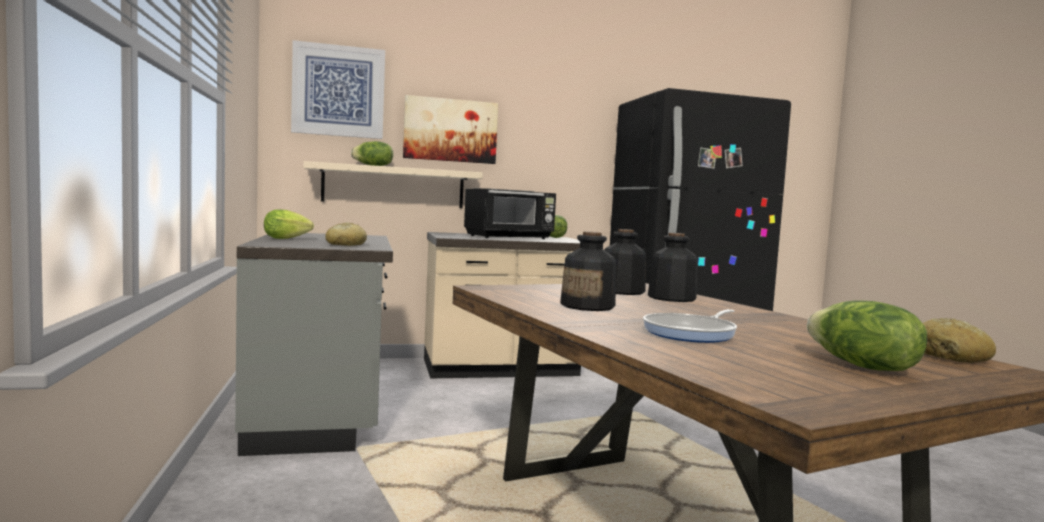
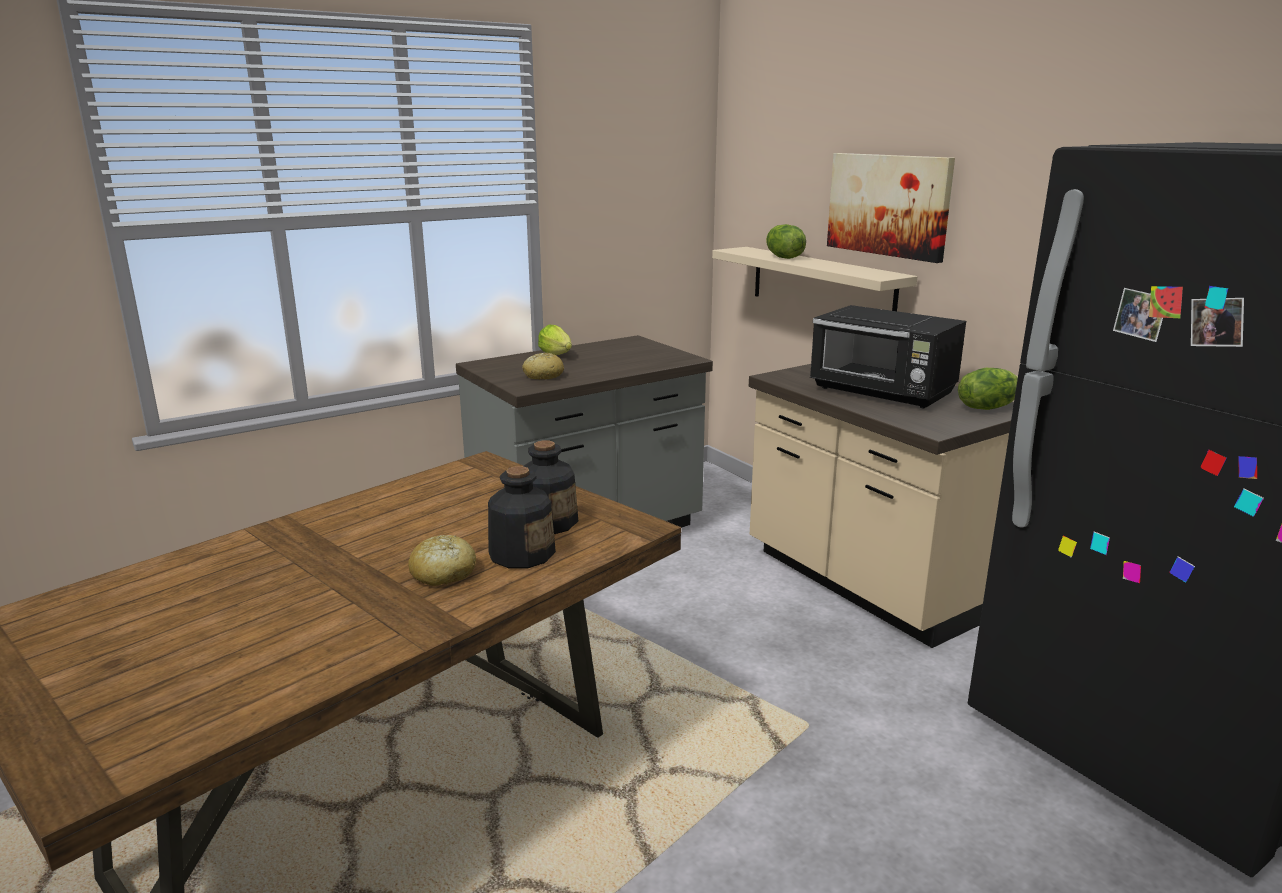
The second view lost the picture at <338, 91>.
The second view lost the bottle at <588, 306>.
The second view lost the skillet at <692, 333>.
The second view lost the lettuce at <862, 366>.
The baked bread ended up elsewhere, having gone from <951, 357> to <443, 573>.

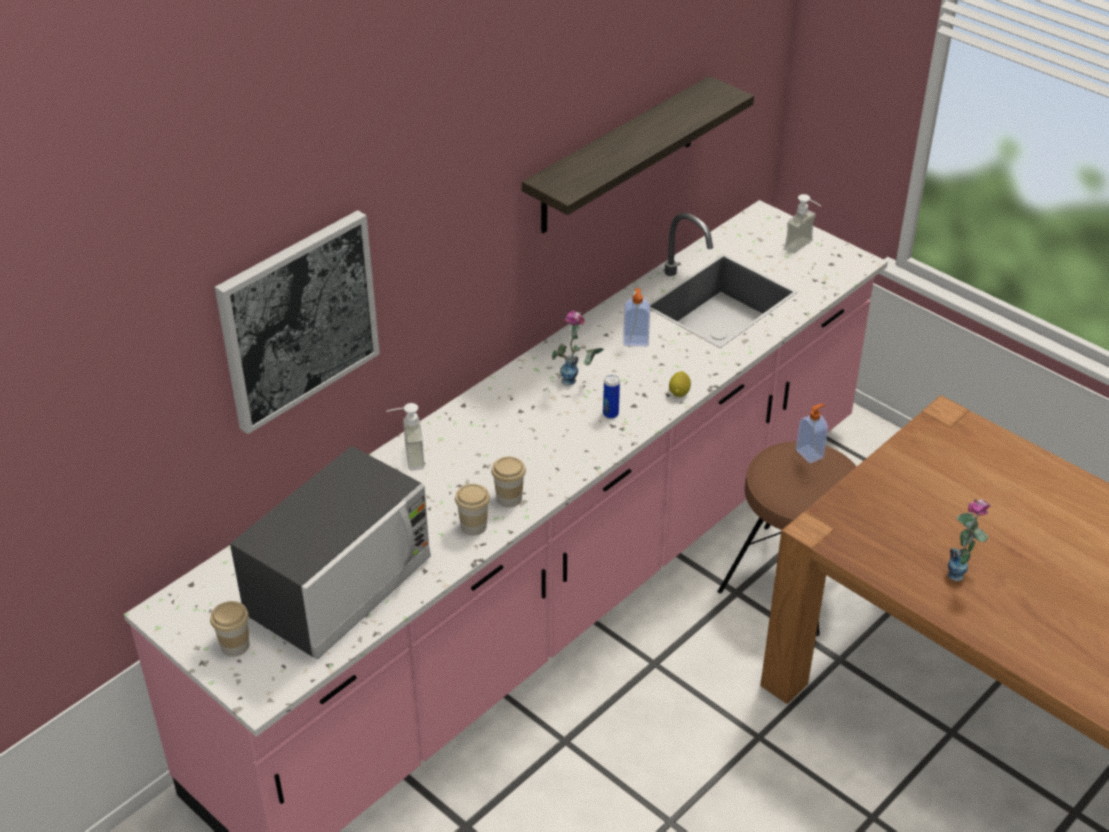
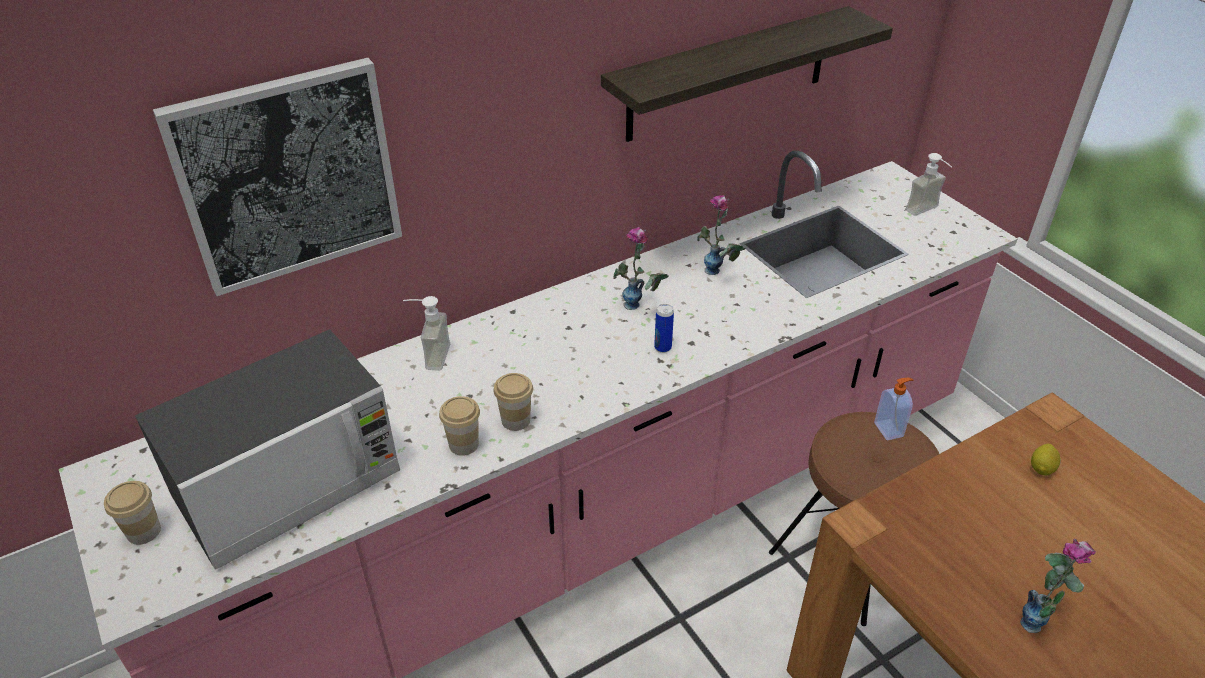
The citrus fruit ended up elsewhere, having gone from <679, 392> to <1042, 468>.
Where the soap dispenser stood at <635, 341>, the decorative vase came to stand at <717, 277>.

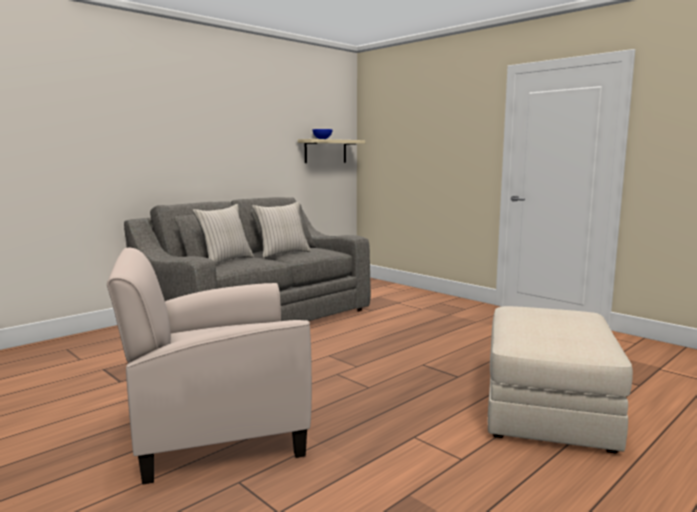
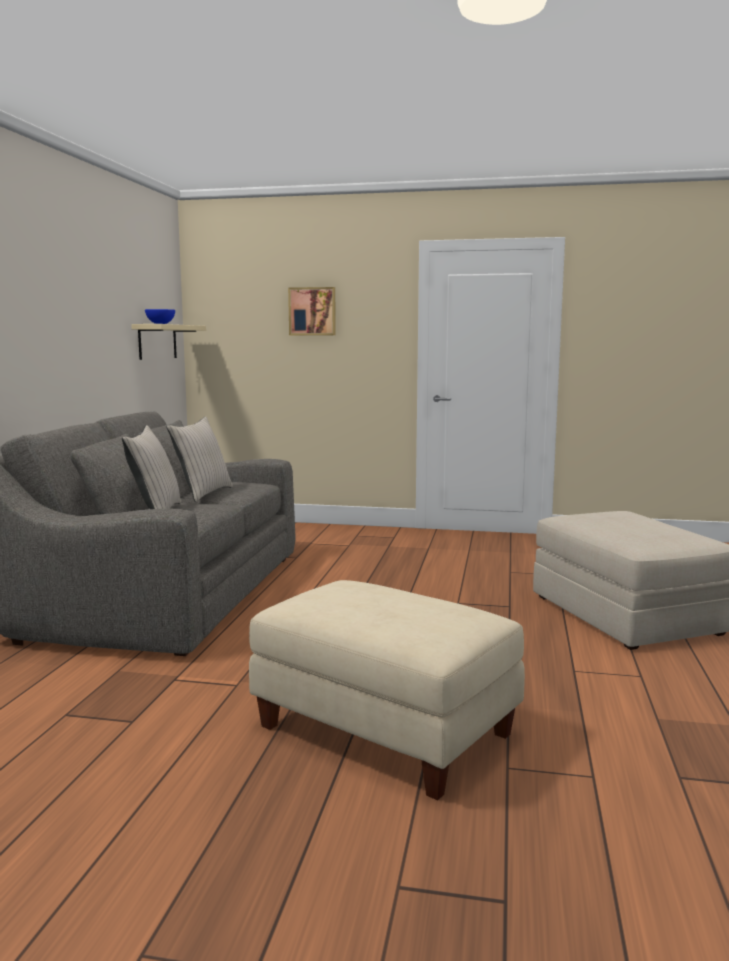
The second view gained the picture at <312, 311>.
Where the sand-coloured easy chair stood at <216, 430>, the sand-coloured pouffe came to stand at <382, 730>.

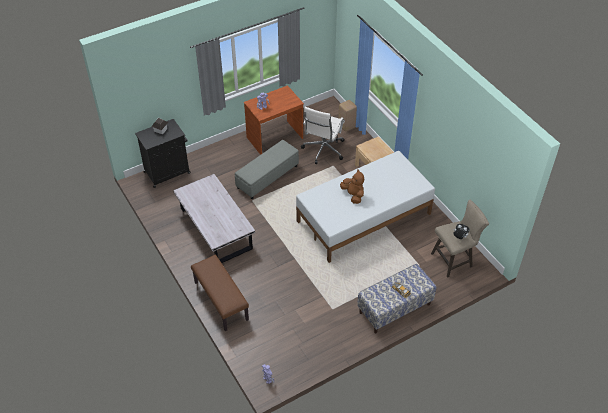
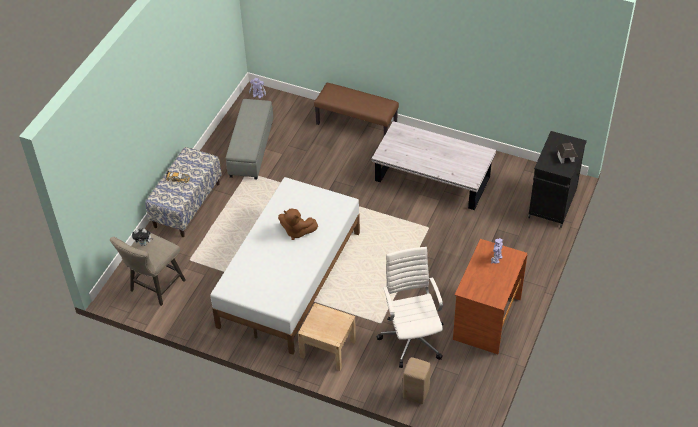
The gray pouffe ended up elsewhere, having gone from <267, 177> to <252, 149>.

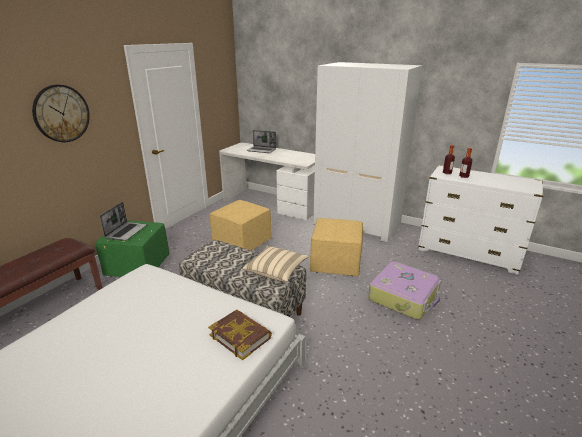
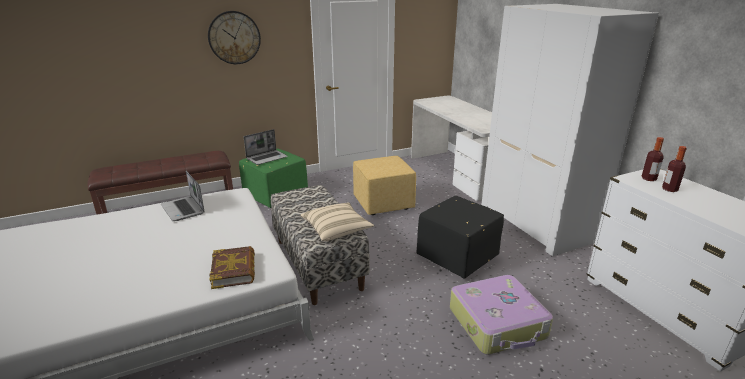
The portable computer ended up elsewhere, having gone from <262, 150> to <183, 209>.
What was the yellow-coloured pouffe at <336, 264> turned into the blackish pouffe at <458, 258>.

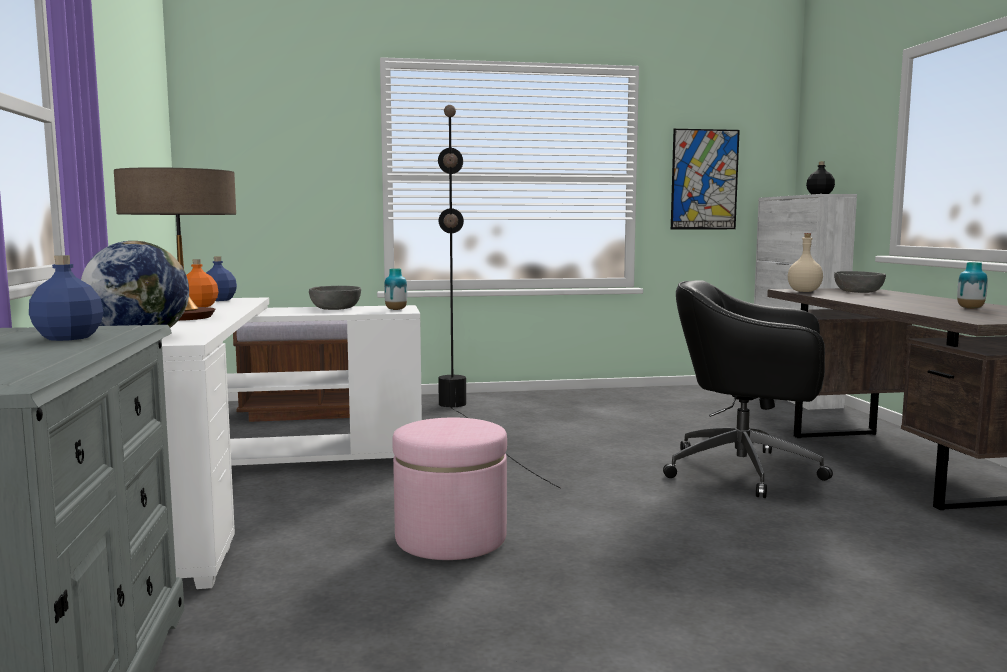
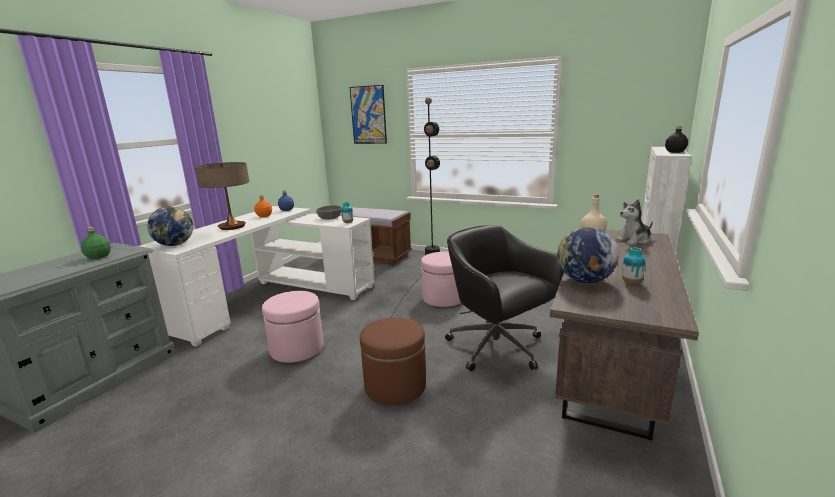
The second view gained the brown-coloured pouffe at <395, 386>.
The second view gained the pink-coloured pouffe at <443, 298>.
The second view gained the desk globe at <584, 281>.
The picture ended up elsewhere, having gone from <704, 179> to <368, 115>.
Where the gray deep dish stood at <858, 291>, the soft toy came to stand at <634, 240>.
What was the bluish bottle at <69, 337> turned into the greenish bottle at <99, 256>.

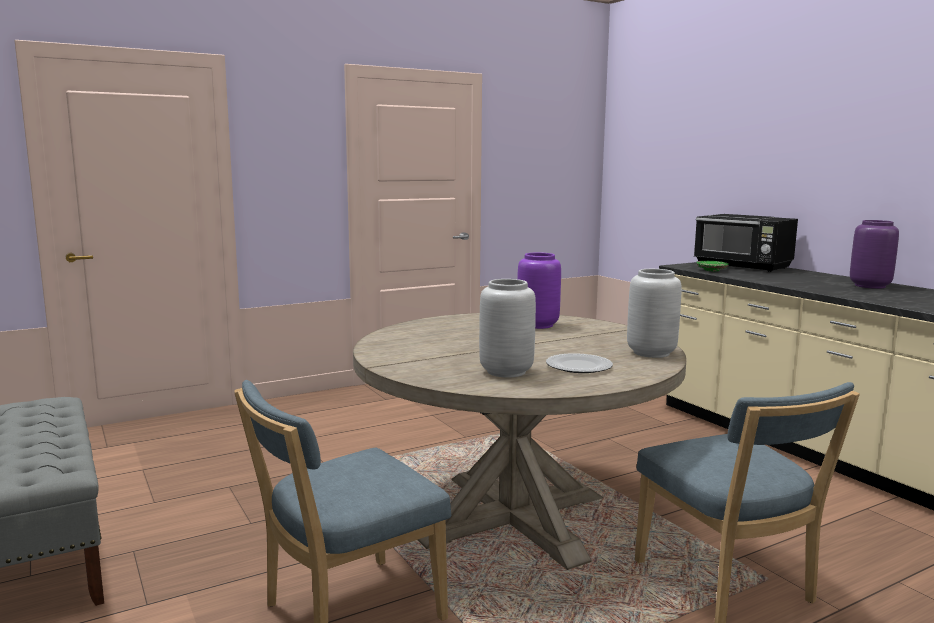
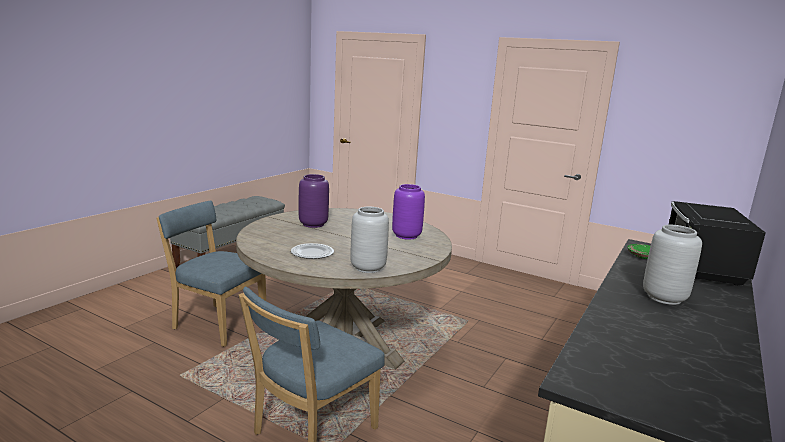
The gray decorative vase ended up elsewhere, having gone from <506, 371> to <664, 297>.
The purple decorative vase ended up elsewhere, having gone from <870, 286> to <313, 224>.

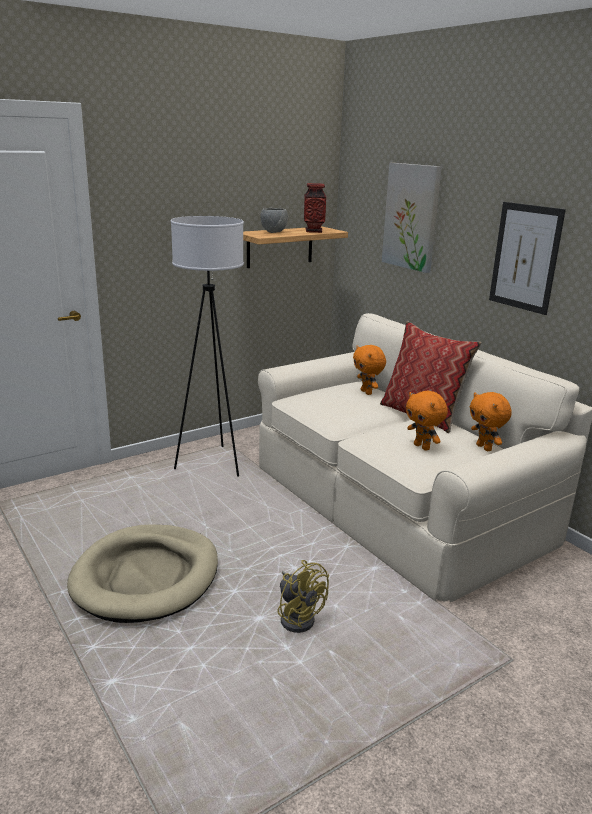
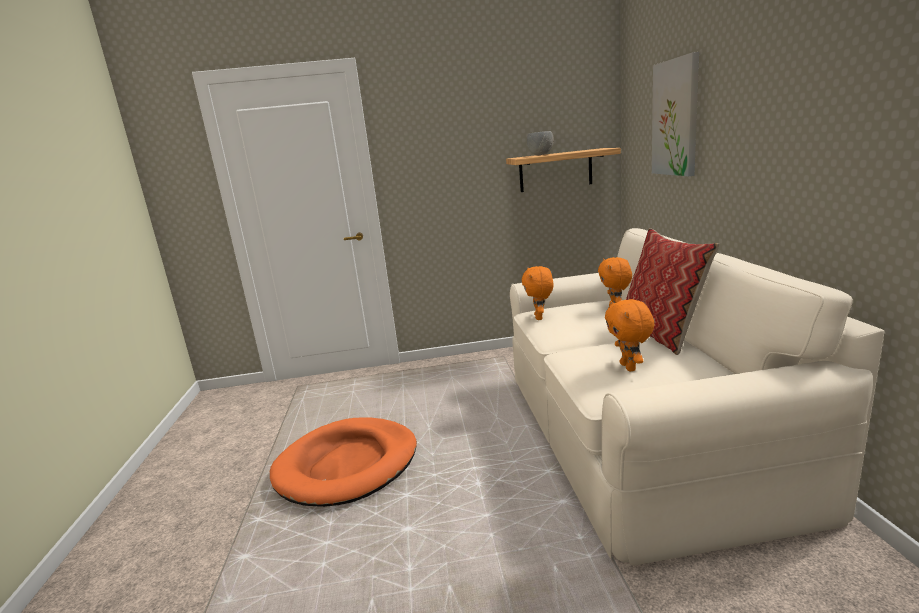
The second view lost the whitish standard lamp at <212, 463>.
The second view lost the yellow-coloured electric fan at <298, 617>.
The second view lost the decorative vase at <314, 231>.
The second view lost the picture at <525, 257>.
The orangey soft toy ended up elsewhere, having gone from <485, 448> to <540, 317>.
What was the sand-coloured dog cushion at <146, 577> turned into the orangey dog cushion at <347, 465>.

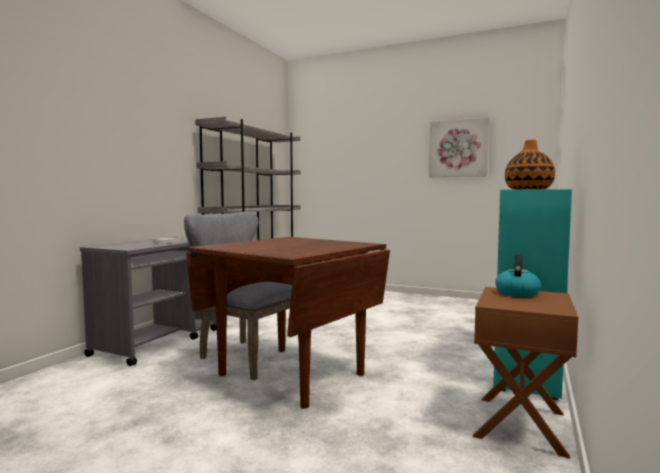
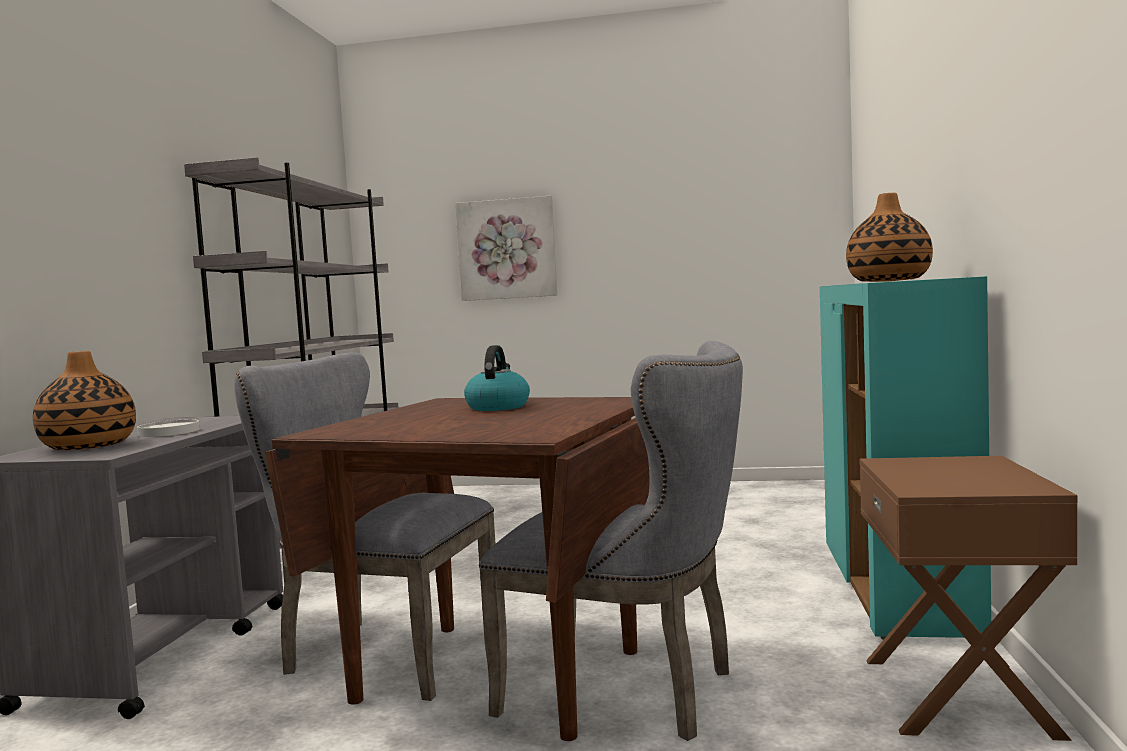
The second view gained the decorative vase at <88, 446>.
The second view gained the gray plain chair at <633, 690>.
The picture ended up elsewhere, having gone from <458, 148> to <507, 249>.
The kettle ended up elsewhere, having gone from <517, 293> to <498, 407>.

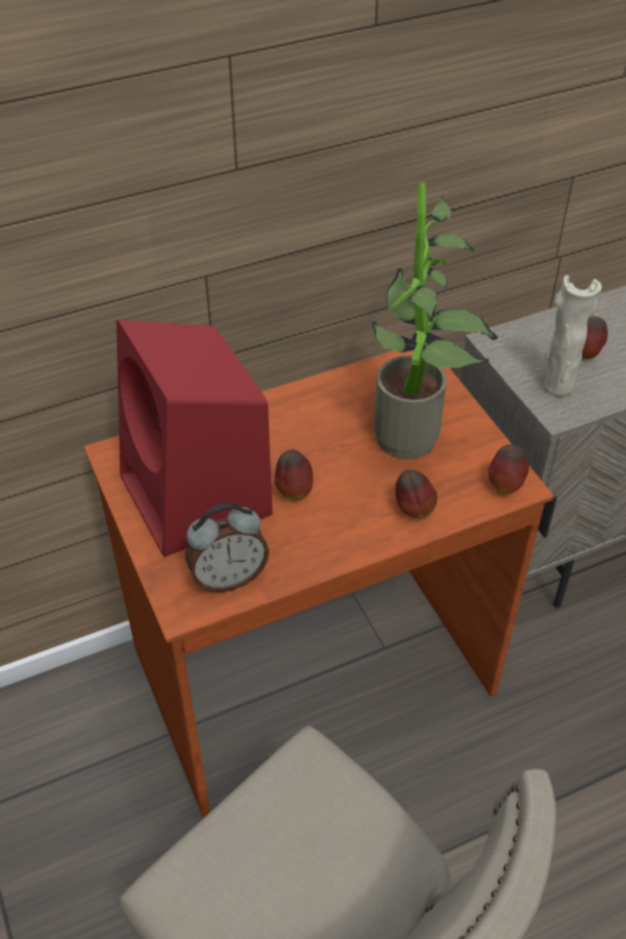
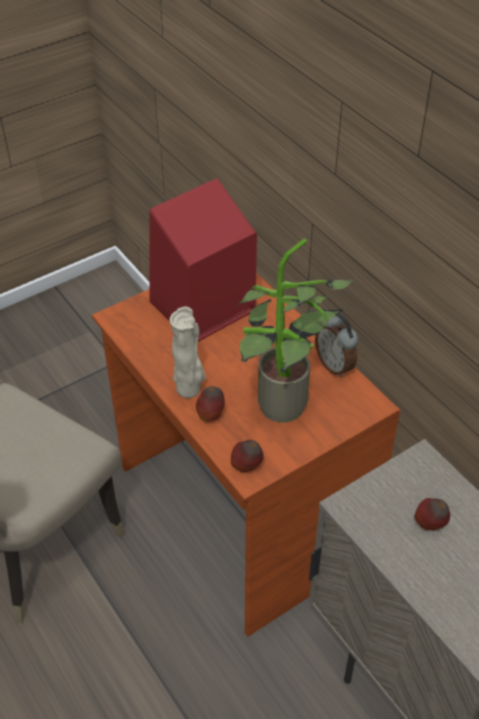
The second view lost the apple fruit at <294, 491>.
The alarm clock ended up elsewhere, having gone from <228, 577> to <335, 365>.
The sand-coloured decorative vase ended up elsewhere, having gone from <557, 385> to <189, 390>.

